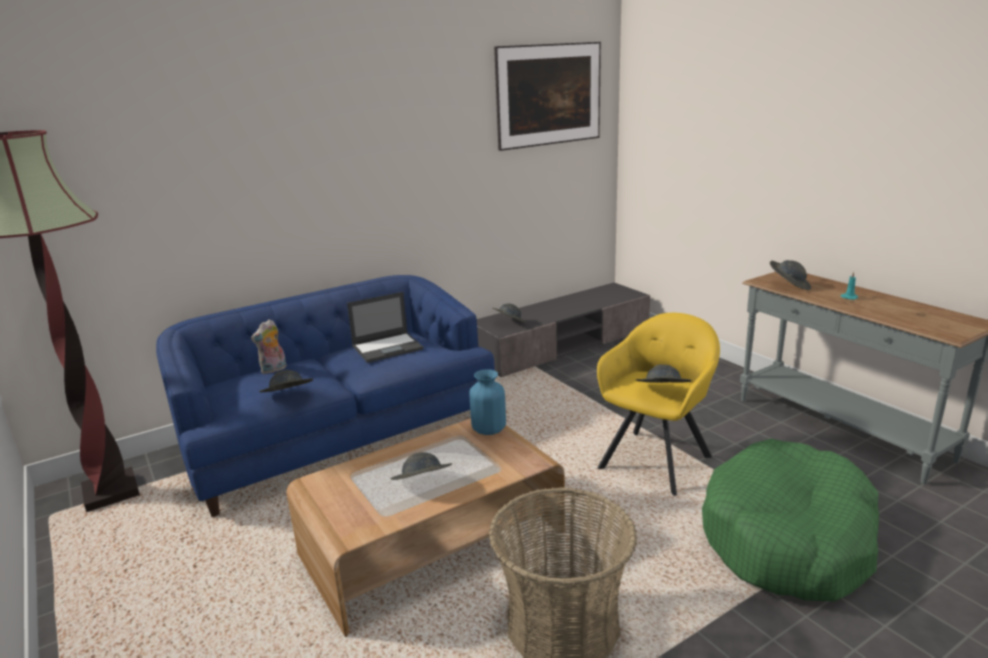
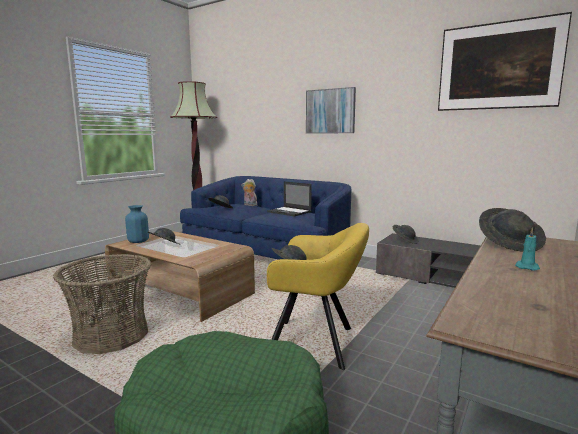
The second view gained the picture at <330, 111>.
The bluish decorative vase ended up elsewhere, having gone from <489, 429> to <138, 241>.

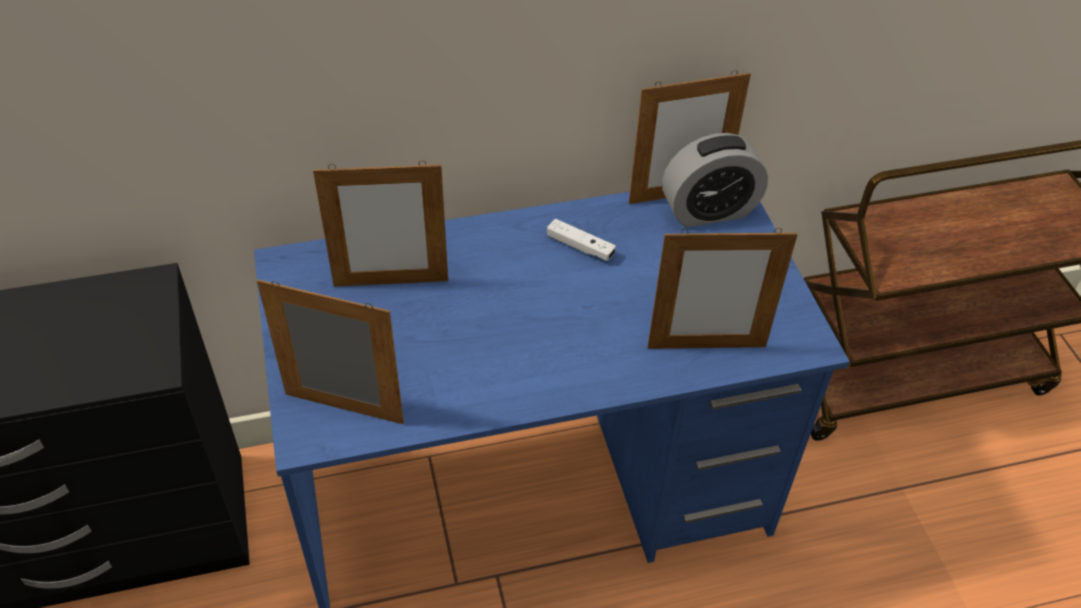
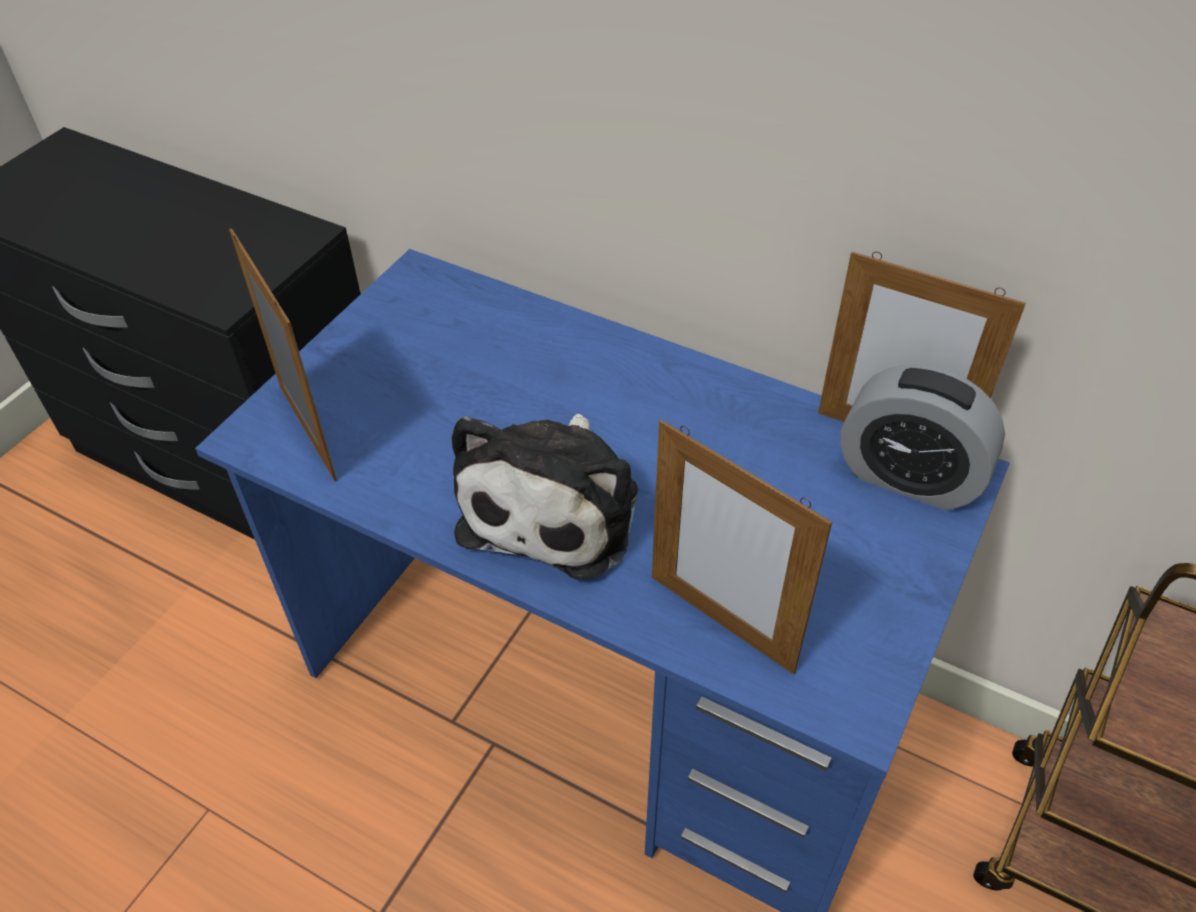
The second view lost the photo frame at <391, 283>.
The second view lost the whitish gamepad at <580, 247>.
The second view gained the soft toy at <555, 505>.

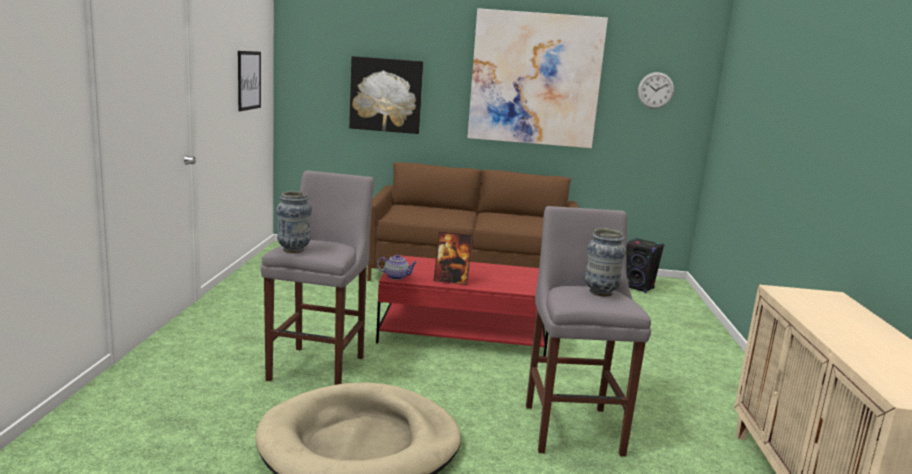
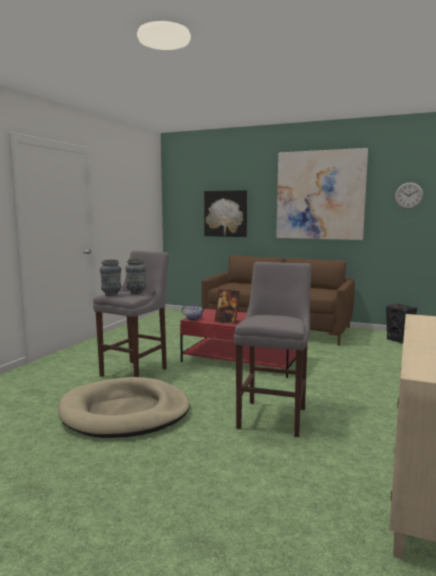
The second view lost the picture at <249, 80>.
The decorative vase ended up elsewhere, having gone from <600, 292> to <136, 293>.

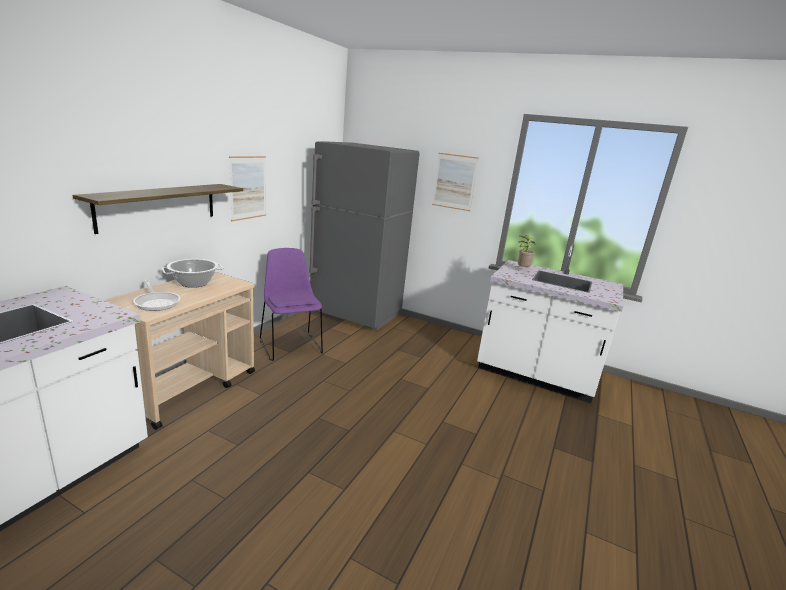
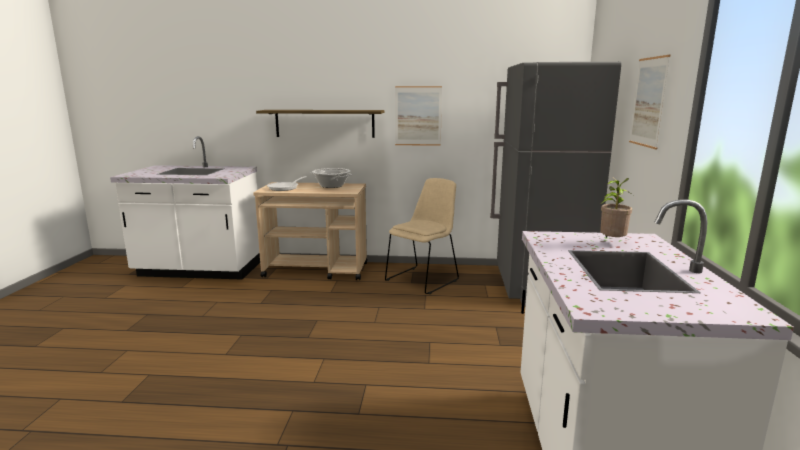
What was the purple plain chair at <290, 345> turned into the sand-coloured plain chair at <423, 279>.

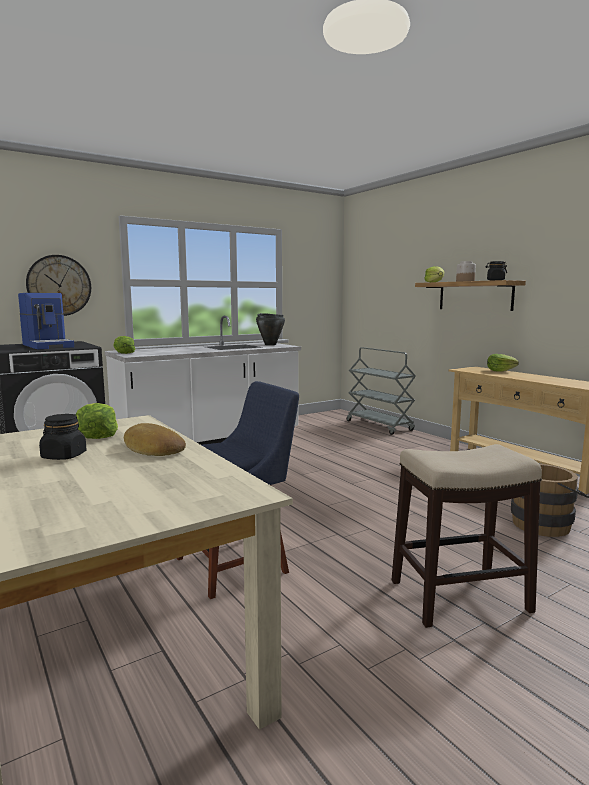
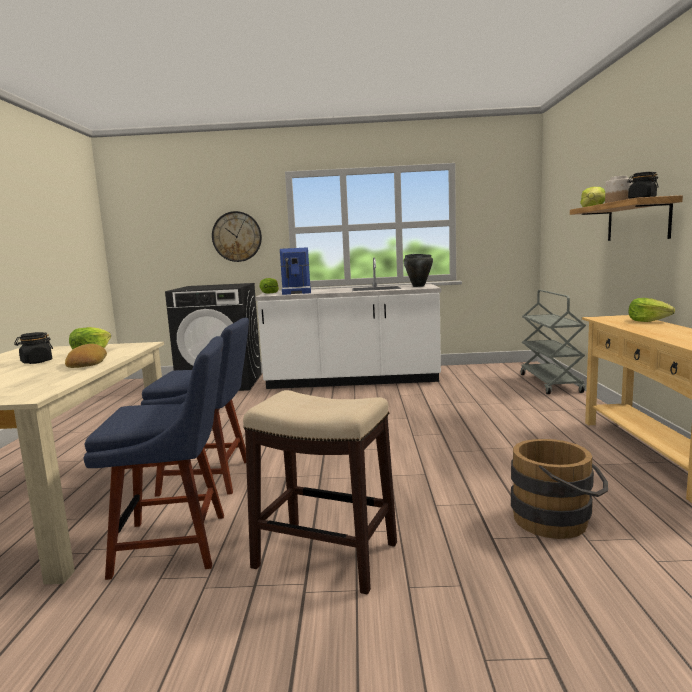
The second view gained the bluish plain chair at <178, 543>.
The coffee machine ended up elsewhere, having gone from <48, 346> to <297, 292>.

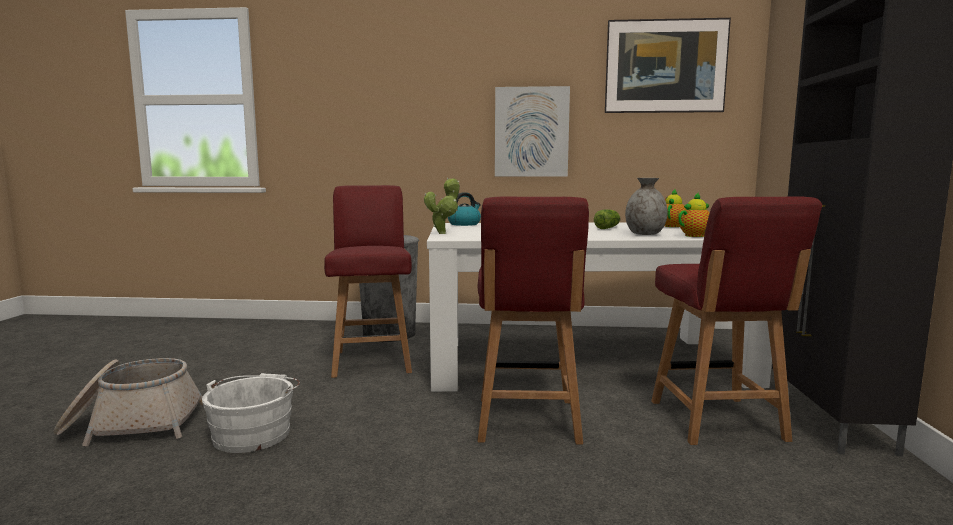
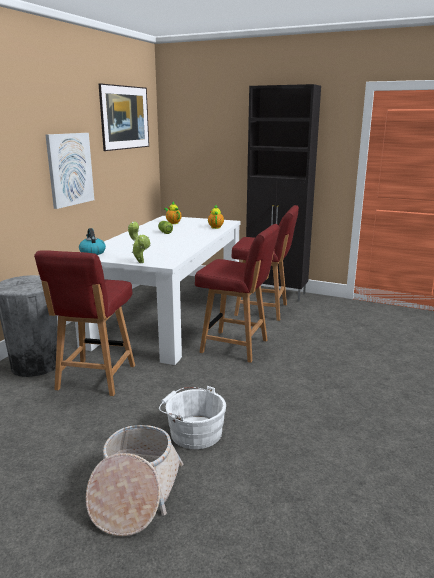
The second view lost the gray decorative vase at <644, 234>.
The red-coloured plain chair at <372, 361> ended up facing another way, 90 degrees counterclockwise from before.

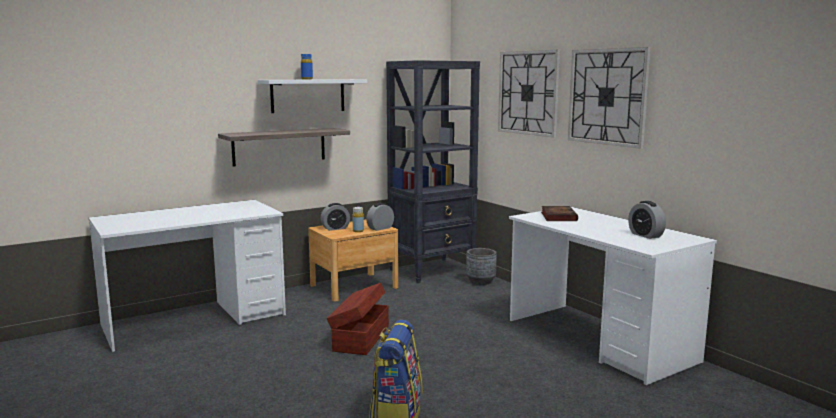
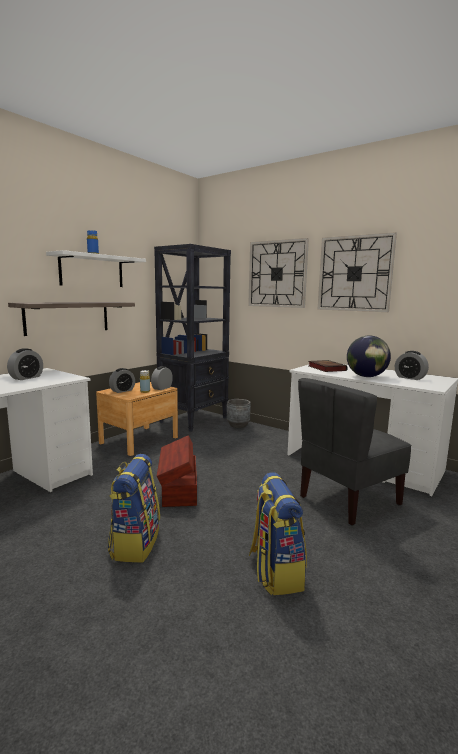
The second view gained the alarm clock at <26, 377>.
The second view gained the knapsack at <135, 543>.
The second view gained the gray plain chair at <348, 500>.
The second view gained the desk globe at <366, 376>.

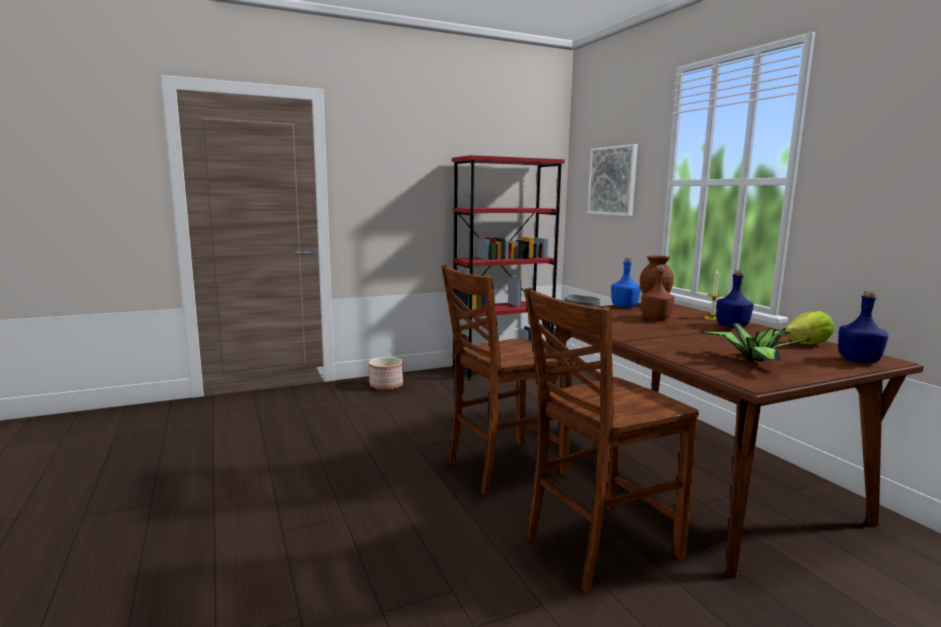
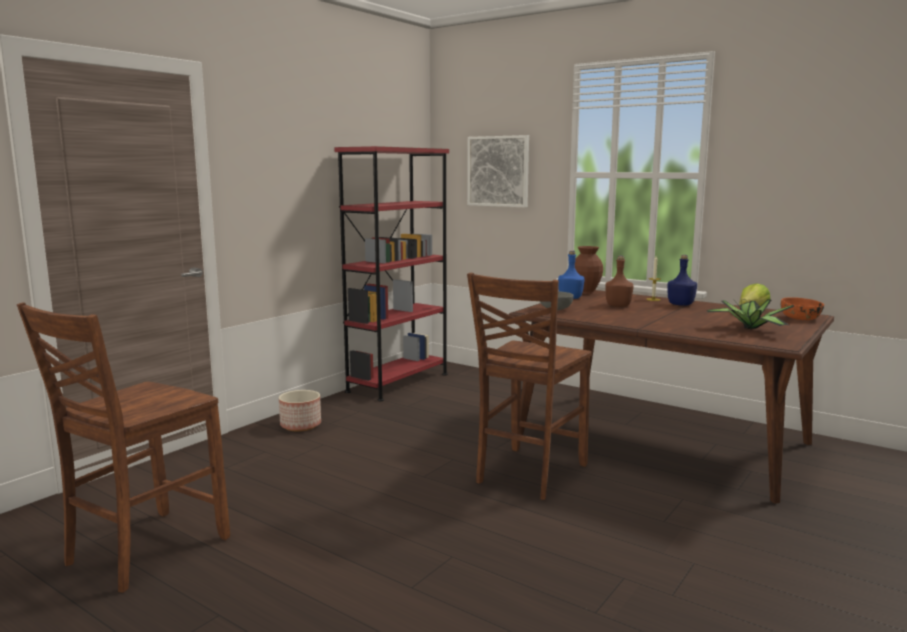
The brown-coloured plain chair ended up elsewhere, having gone from <598, 547> to <144, 551>.
Where the bluish bottle stood at <857, 360>, the orangey deep dish came to stand at <800, 318>.

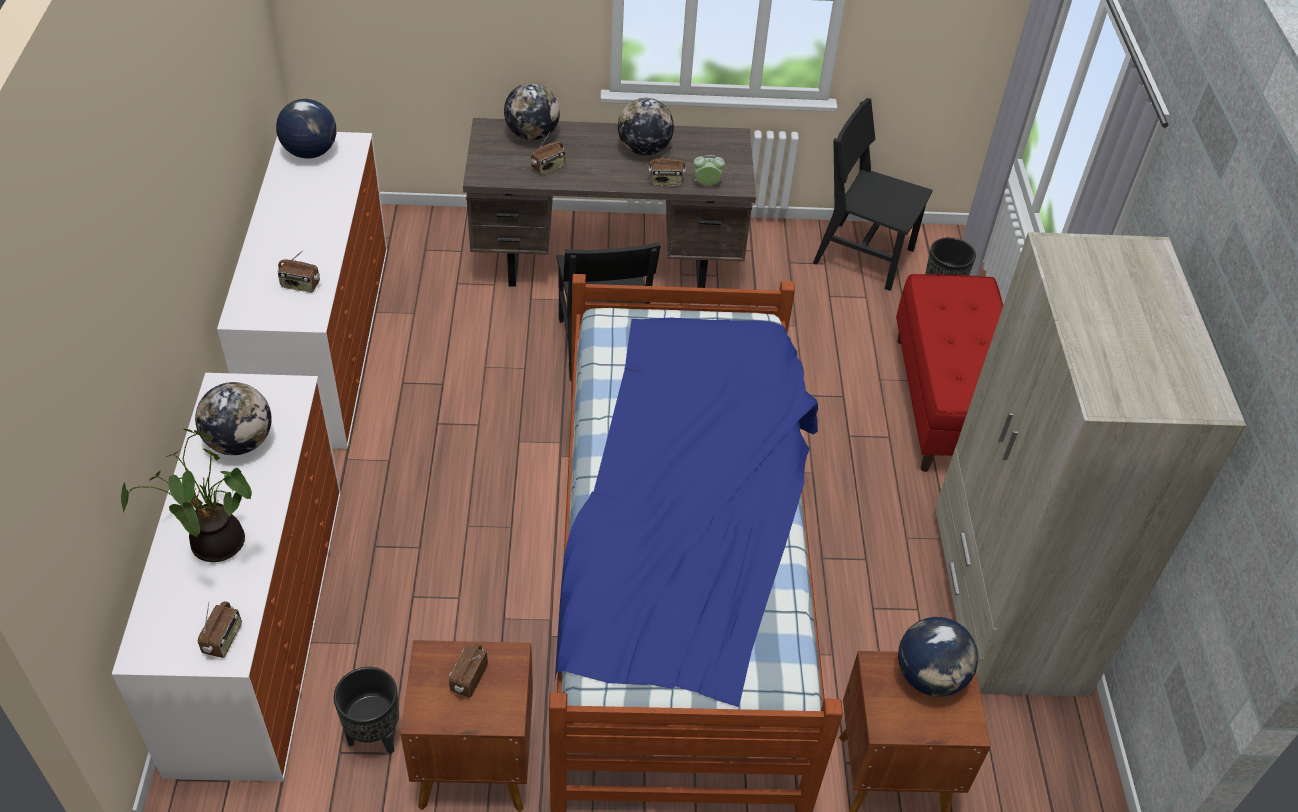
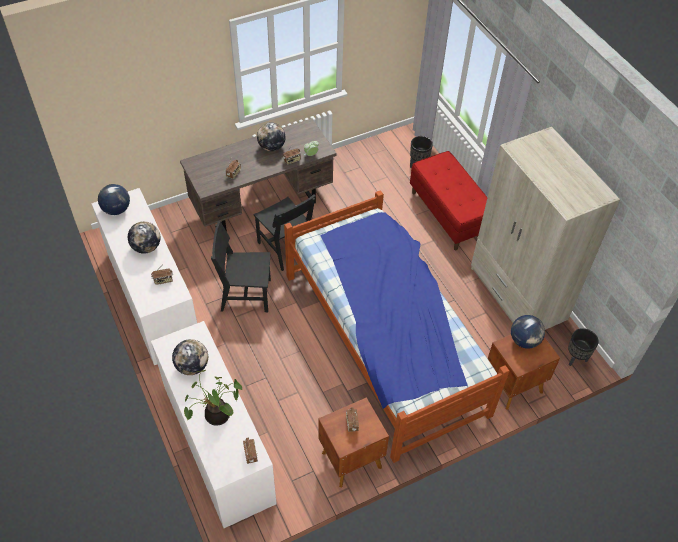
The blackish flower pot ended up elsewhere, having gone from <374, 737> to <576, 358>.
The desk globe ended up elsewhere, having gone from <532, 134> to <146, 247>.
The blackish plain chair ended up elsewhere, having gone from <863, 256> to <245, 295>.

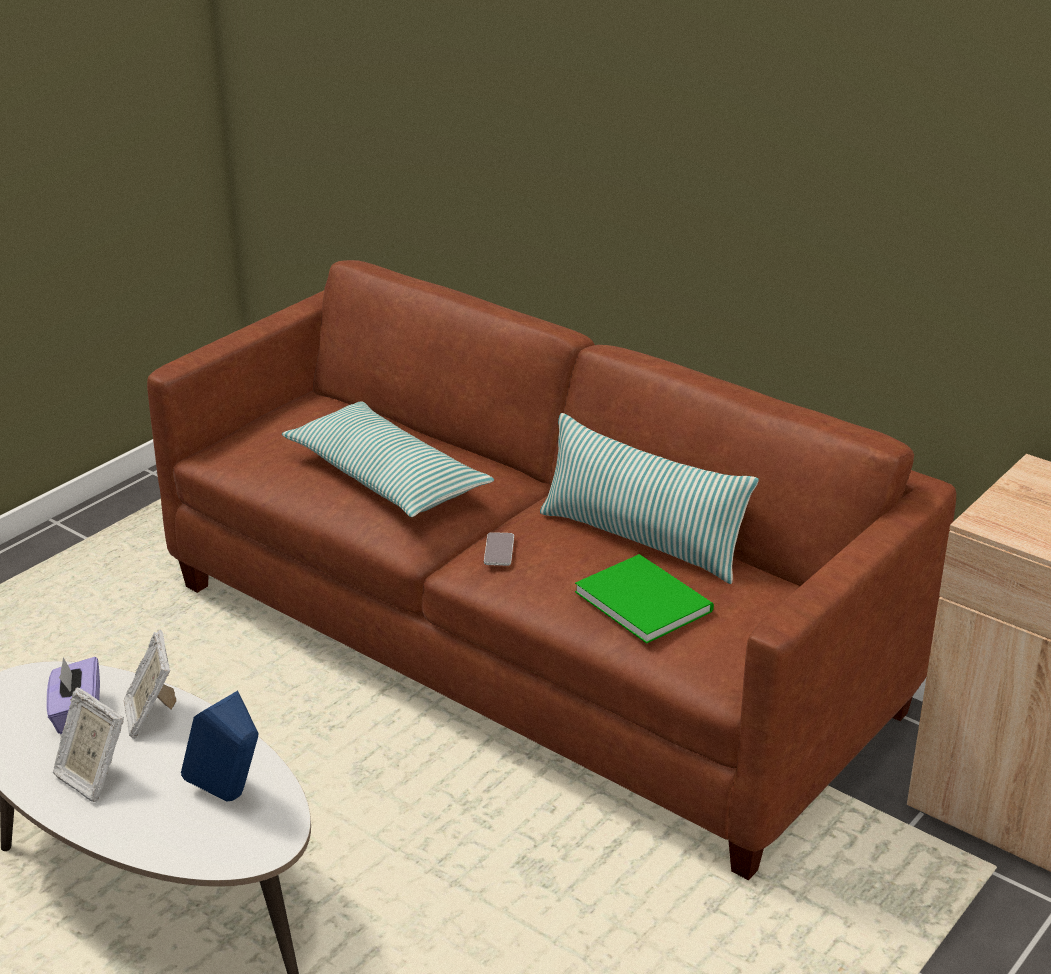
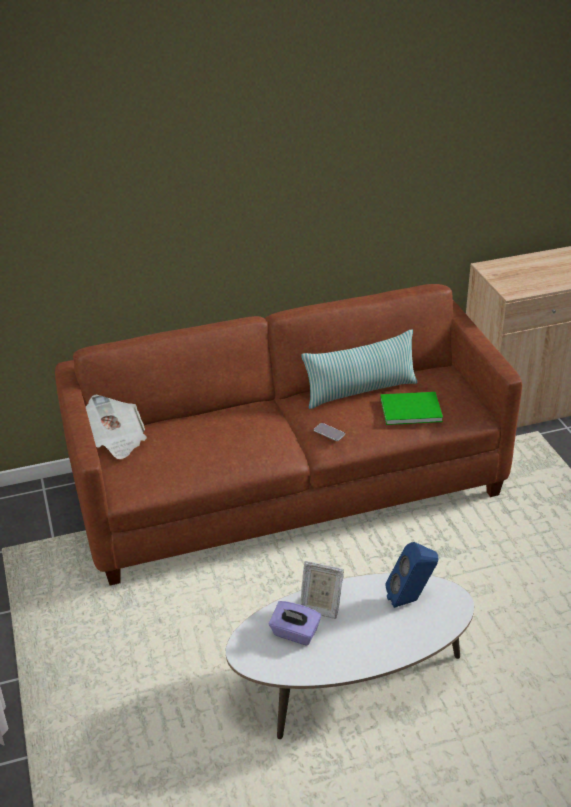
The second view lost the photo frame at <92, 777>.
The second view lost the pillow at <386, 478>.
The second view gained the newspaper at <115, 439>.

